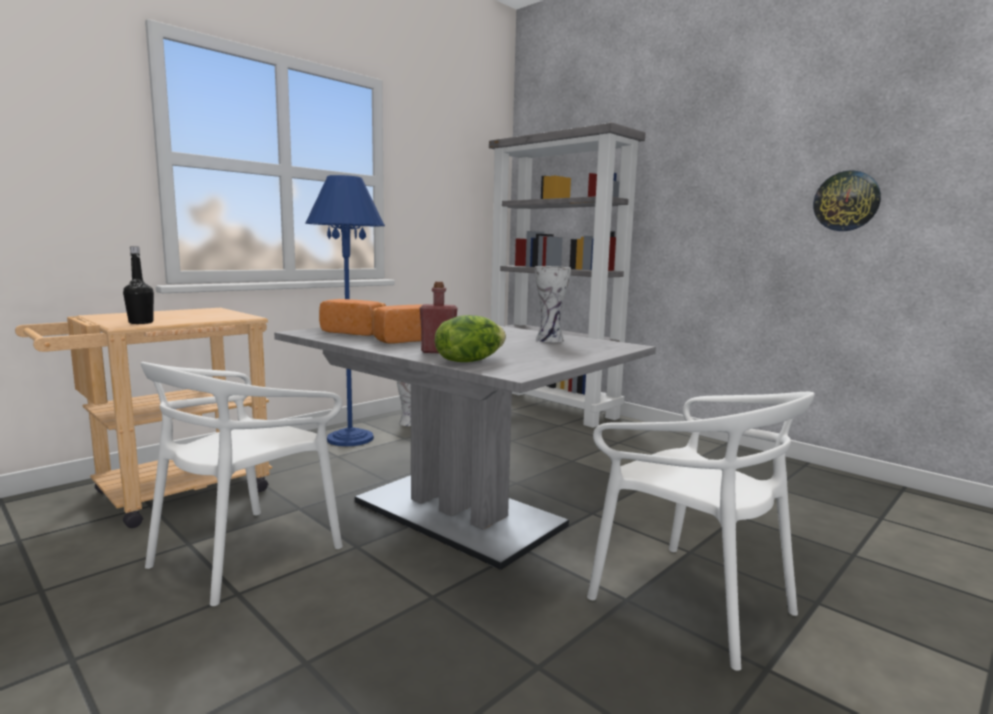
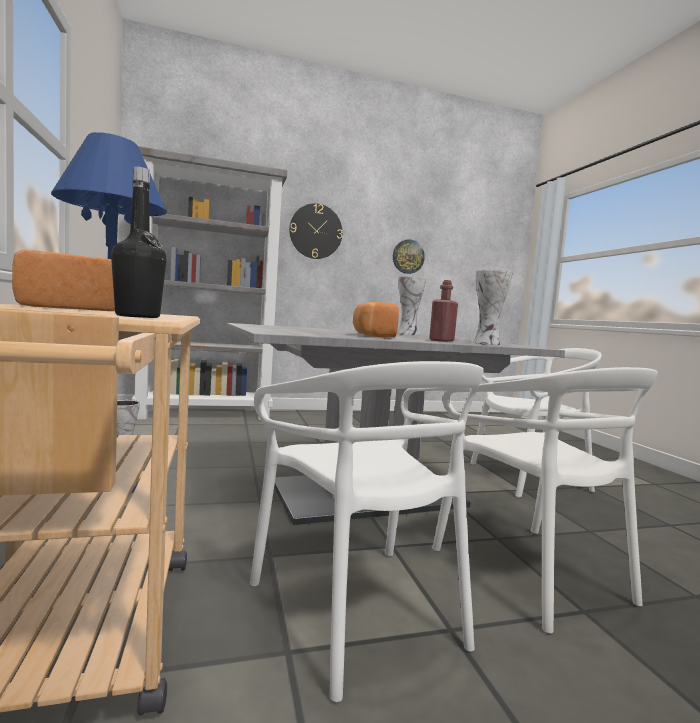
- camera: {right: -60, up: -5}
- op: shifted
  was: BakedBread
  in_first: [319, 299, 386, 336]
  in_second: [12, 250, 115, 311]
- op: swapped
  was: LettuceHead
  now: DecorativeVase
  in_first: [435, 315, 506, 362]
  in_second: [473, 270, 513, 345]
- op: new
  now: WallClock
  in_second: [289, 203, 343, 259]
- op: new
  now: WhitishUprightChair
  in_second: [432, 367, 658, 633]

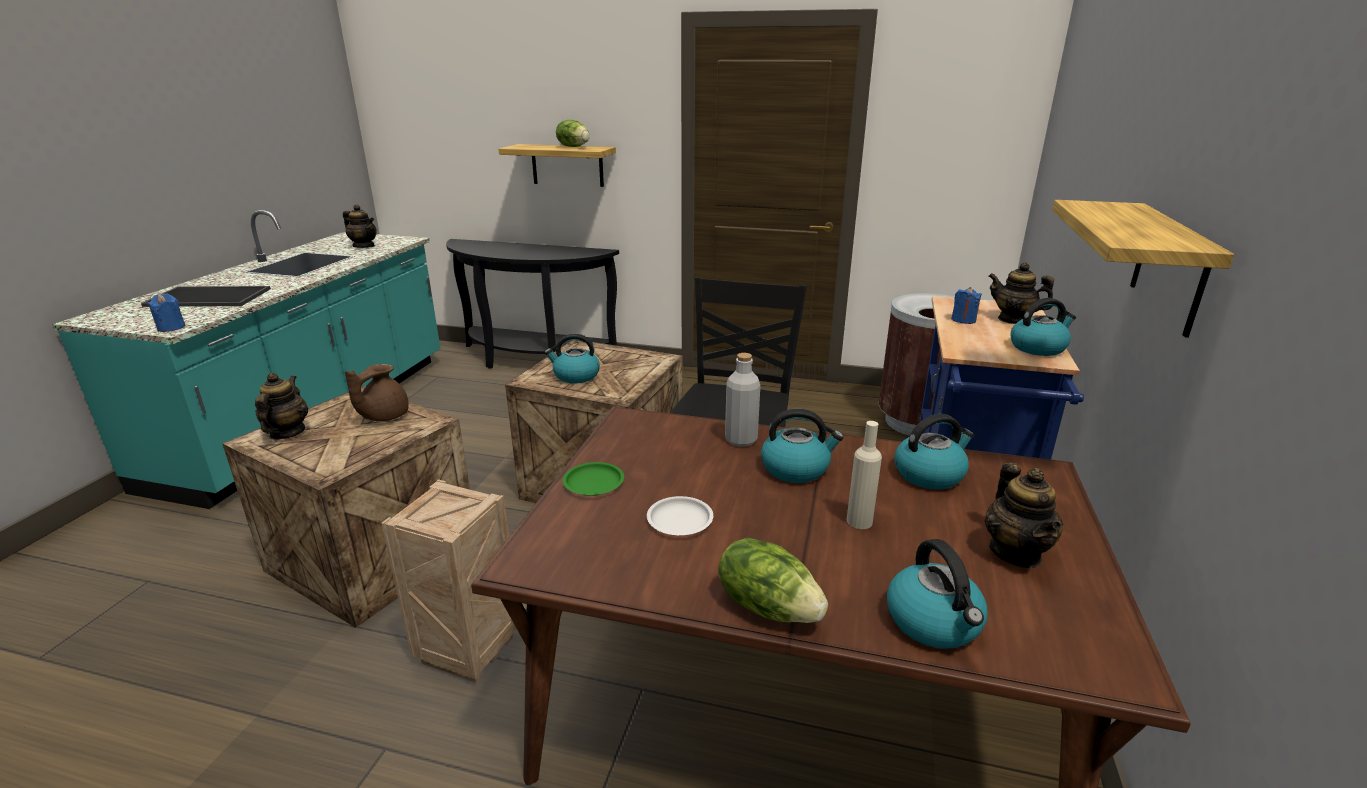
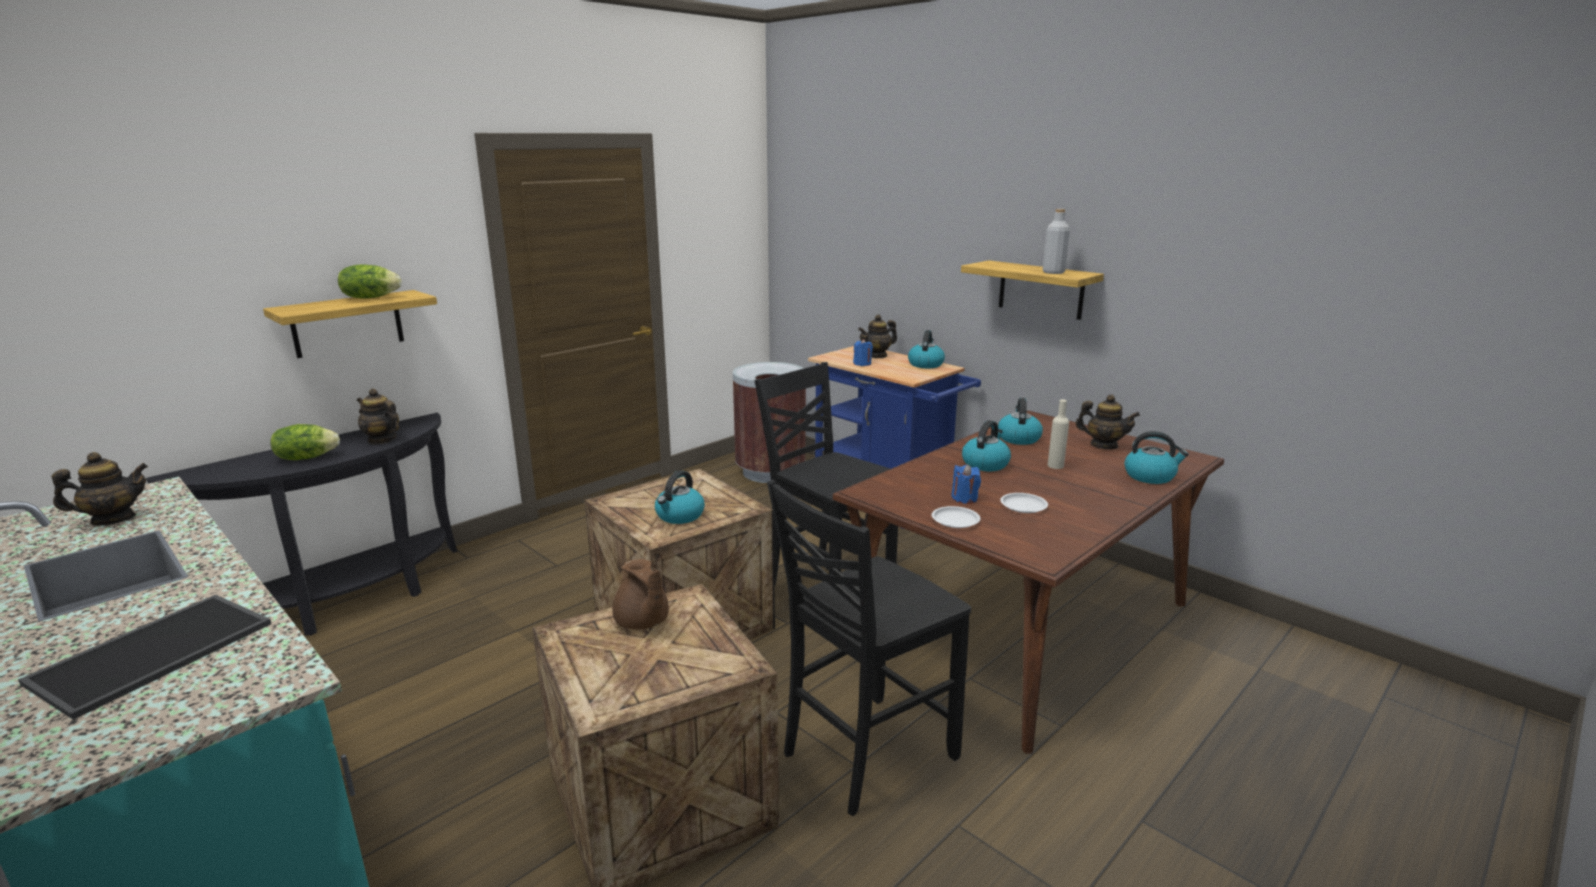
- camera: {right: -60, up: -5}
- op: shifted
  was: BluishWaxCandle
  in_first: [147, 294, 186, 332]
  in_second: [952, 464, 981, 504]
- op: shifted
  was: GrayBottle
  in_first: [725, 353, 760, 447]
  in_second: [1043, 209, 1070, 274]
- op: shifted
  was: PotForTea
  in_first: [255, 372, 308, 440]
  in_second: [357, 388, 399, 444]
- op: repainted
  was: GreenColouredFlatDish
  now: WhitishFlatDish
  in_first: [563, 462, 624, 496]
  in_second: [932, 506, 980, 528]
- op: swapped
  was: ShippingCrate
  now: BlackishUprightChair
  in_first: [381, 479, 517, 682]
  in_second: [767, 480, 971, 816]
- op: shifted
  was: LettuceHead
  in_first: [718, 537, 828, 623]
  in_second: [270, 424, 340, 460]

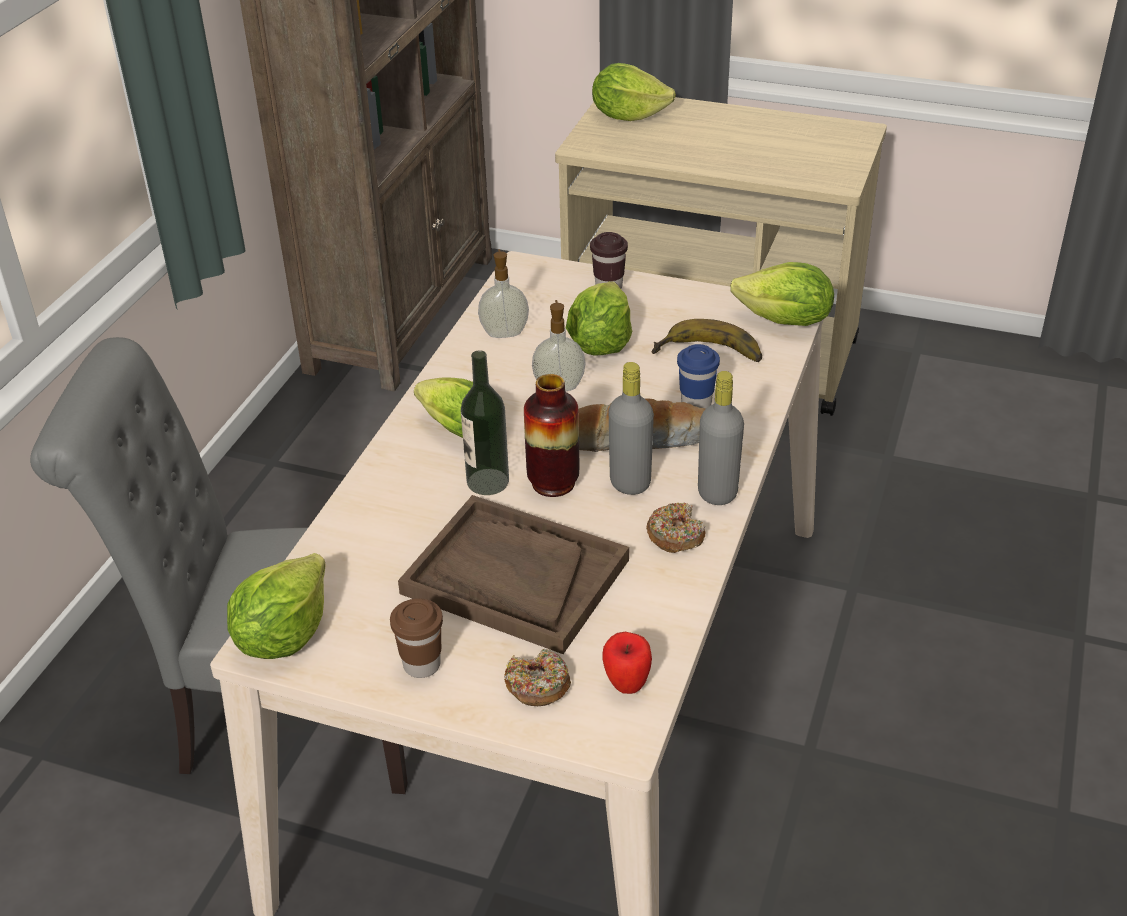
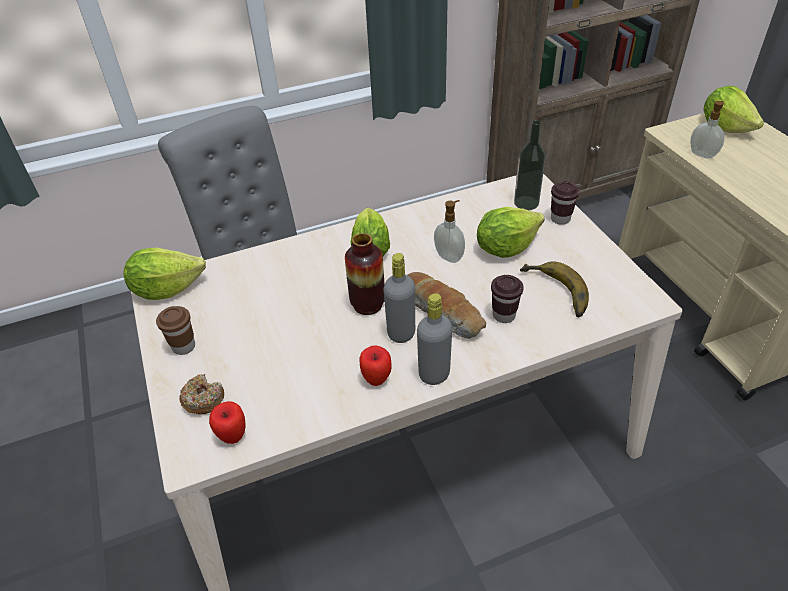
- camera: {right: 50, up: 5}
- op: shifted
  was: LiquidSoapBottle
  in_first: [478, 249, 529, 338]
  in_second: [690, 101, 725, 159]
- op: gone
  was: LettuceHead
  in_first: [730, 262, 834, 326]
- op: repainted
  was: BluishSmallCup
  now: BrownColouredSmallCup
  in_first: [677, 344, 720, 408]
  in_second: [491, 275, 524, 323]
- op: shifted
  was: Bottle
  in_first: [461, 350, 509, 495]
  in_second: [514, 120, 545, 210]
- op: gone
  was: BrownColouredCarryingTray
  in_first: [398, 495, 629, 654]
- op: swapped
  was: RingDoughnut
  now: Apple
  in_first: [646, 503, 705, 553]
  in_second: [359, 345, 392, 386]

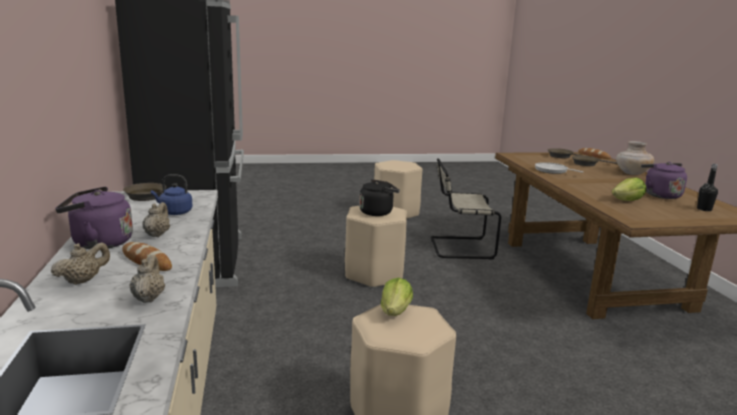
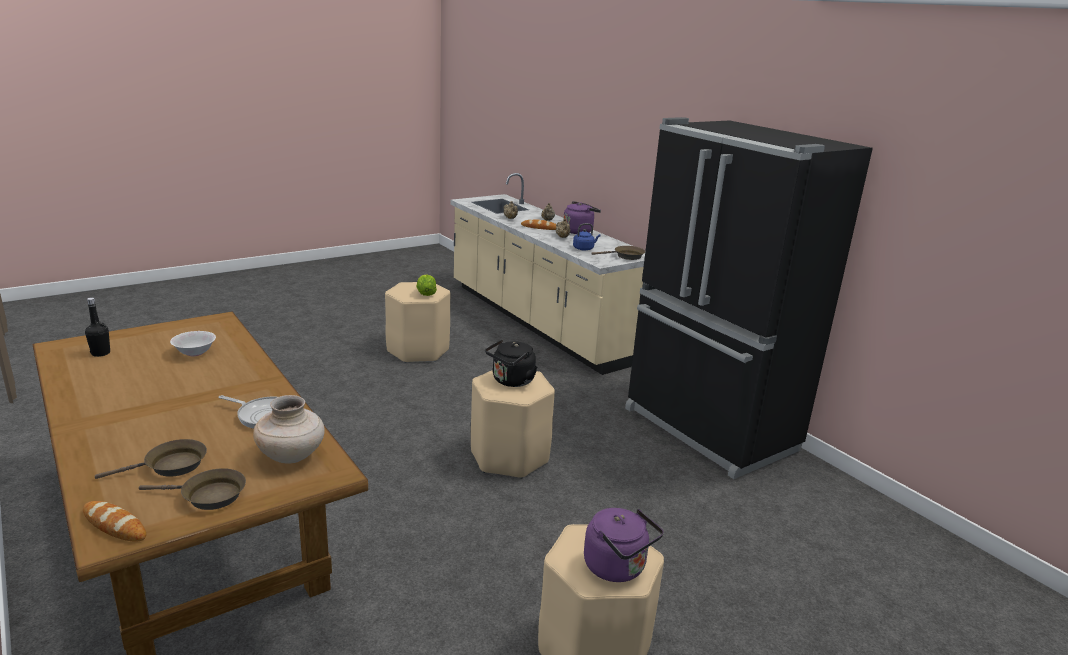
- camera: {right: 155, up: 5}
- op: shifted
  was: BeigeDecorativeVase
  in_first: [616, 141, 654, 175]
  in_second: [253, 395, 325, 464]
- op: gone
  was: BeigeUprightChair
  in_first: [431, 158, 501, 259]
- op: shifted
  was: PurpleWaterKettle
  in_first: [641, 162, 687, 199]
  in_second: [584, 508, 664, 582]
- op: swapped
  was: LettuceHead
  now: WhitishDeepDish
  in_first: [612, 178, 646, 201]
  in_second: [170, 331, 216, 356]

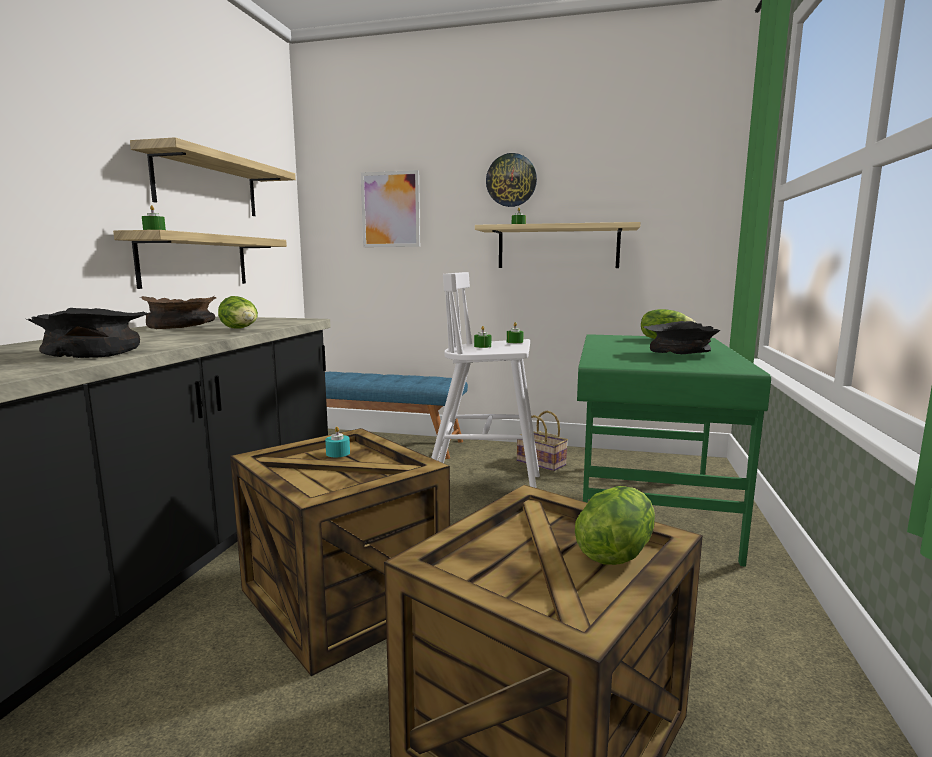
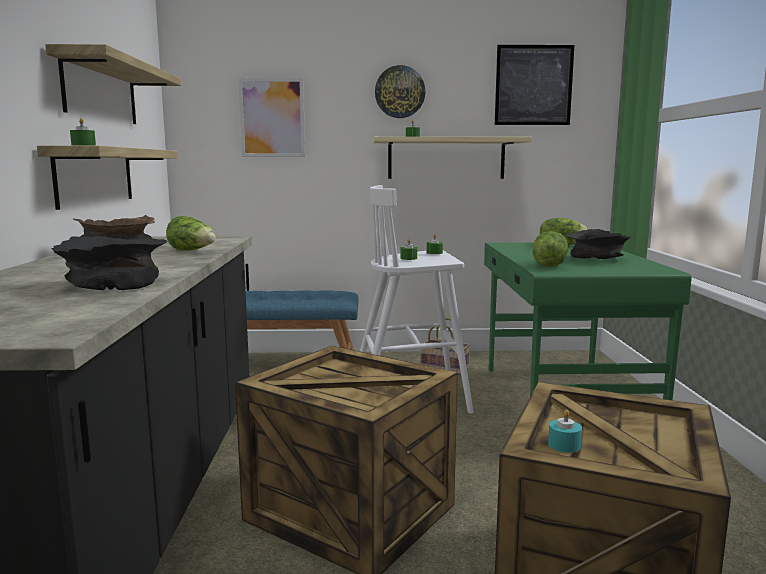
- camera: {right: -15, up: 0}
- op: shifted
  was: TurquoiseWaxCandle
  in_first: [325, 426, 350, 457]
  in_second: [548, 410, 582, 453]
- op: shifted
  was: LettuceHead
  in_first: [575, 486, 655, 565]
  in_second: [533, 231, 568, 267]
- op: new
  now: WallArt
  in_second: [495, 45, 574, 125]

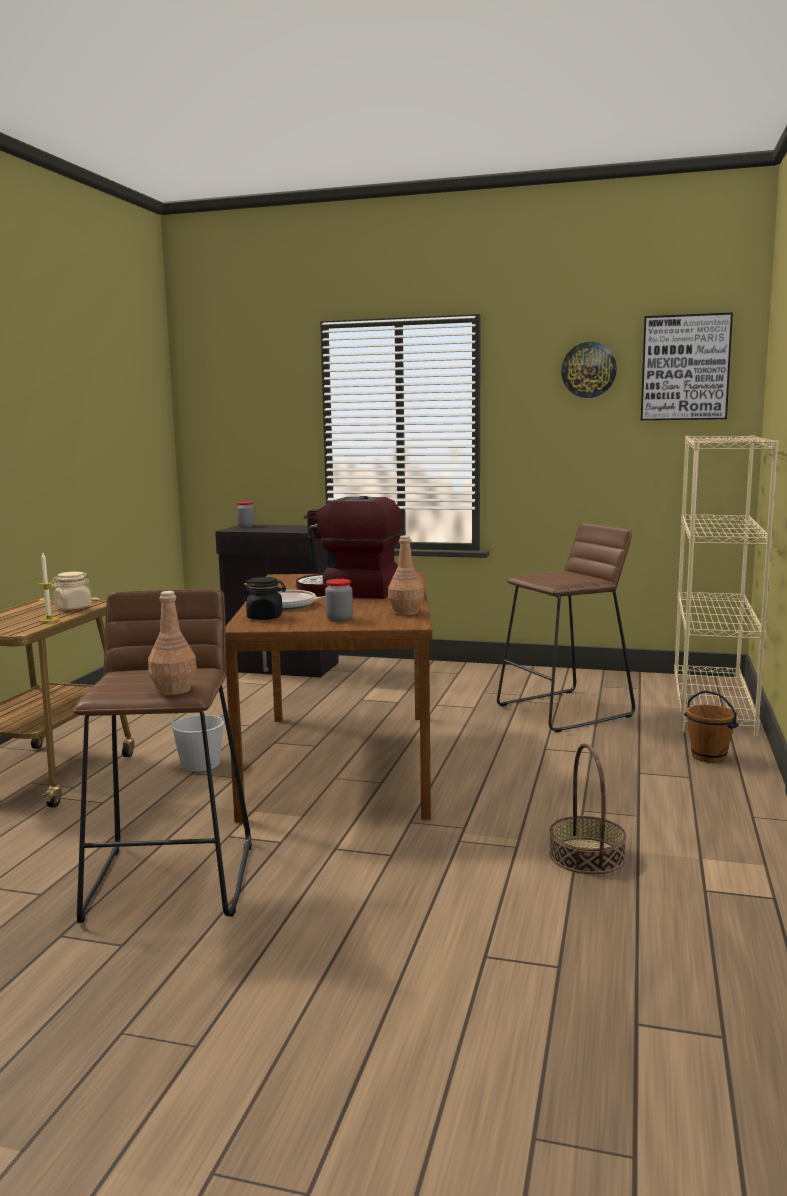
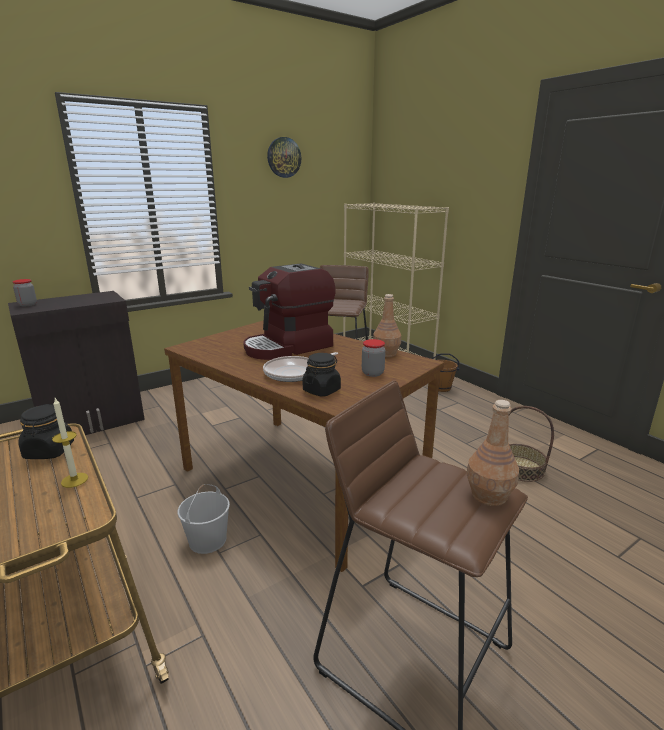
- camera: {right: -50, up: 10}
- op: gone
  was: WallArt
  in_first: [641, 312, 733, 420]
- op: repainted
  was: BeigePreserveJar
  now: BlackishPreserveJar
  in_first: [51, 572, 92, 610]
  in_second: [18, 404, 74, 459]

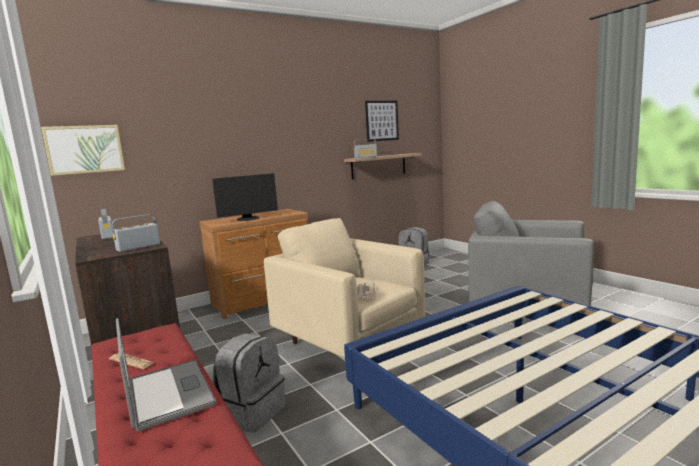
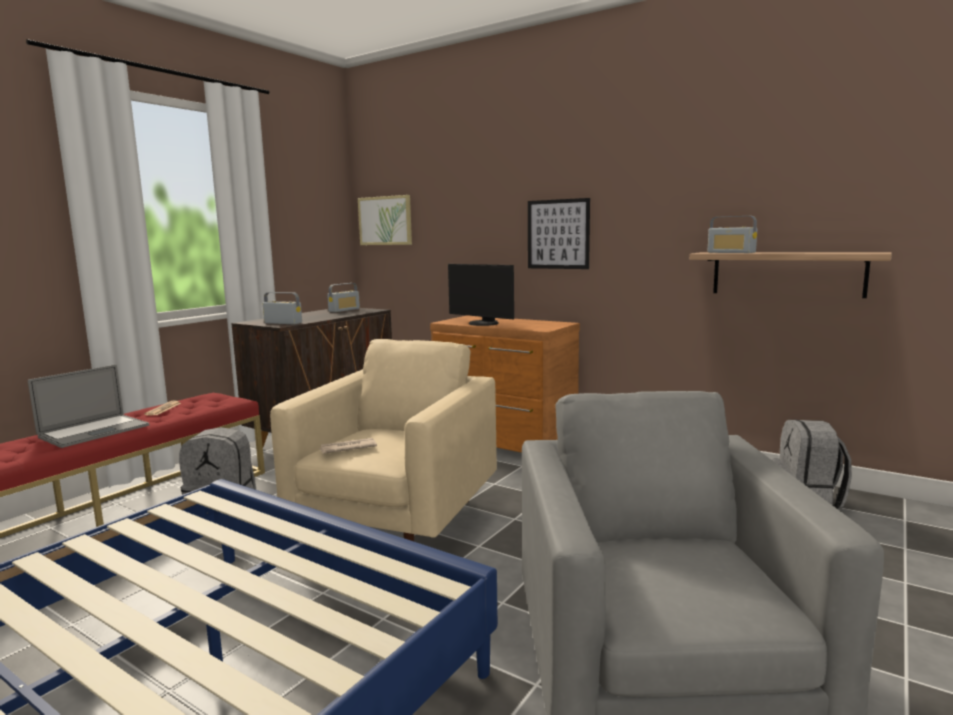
- camera: {right: 65, up: 0}
- op: shifted
  was: WallArt
  in_first: [365, 101, 399, 142]
  in_second: [528, 198, 590, 269]

